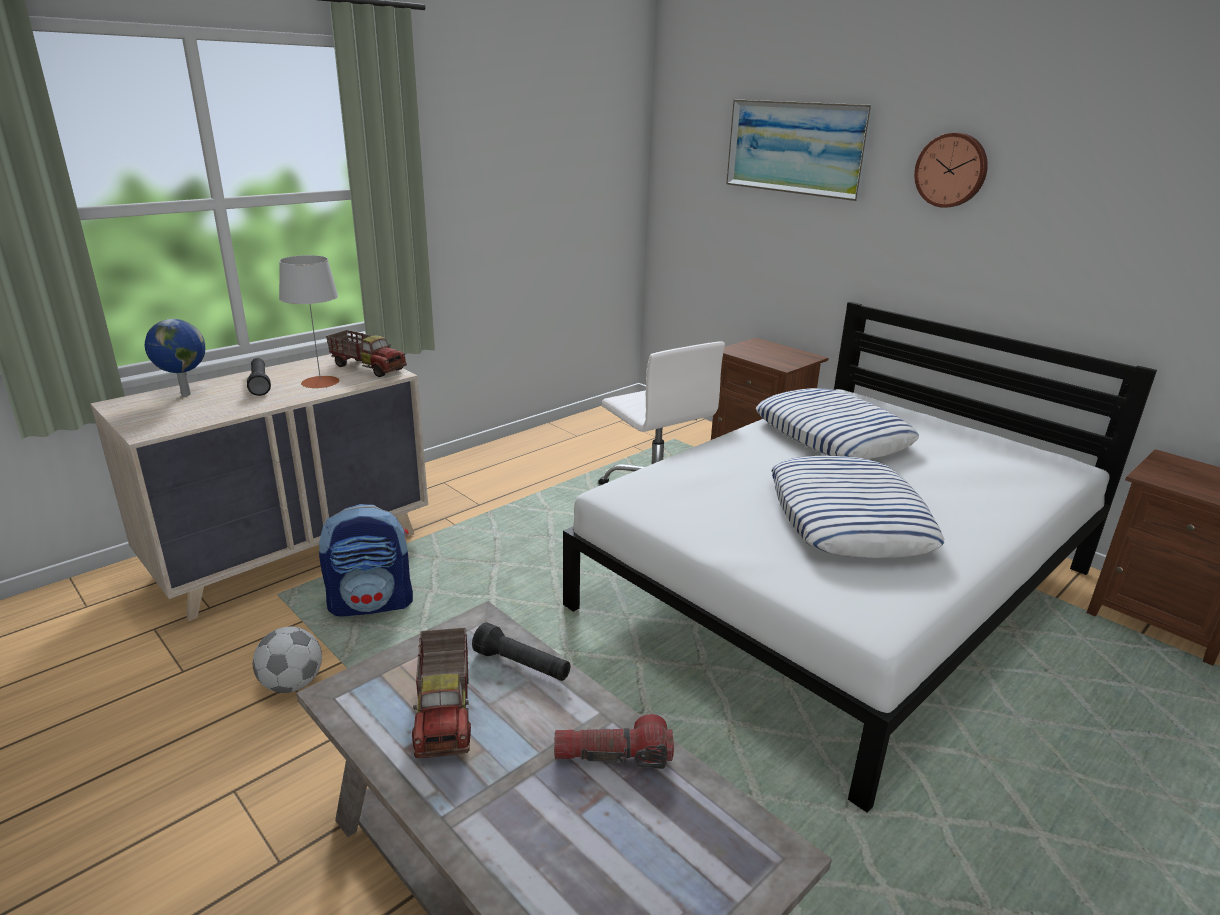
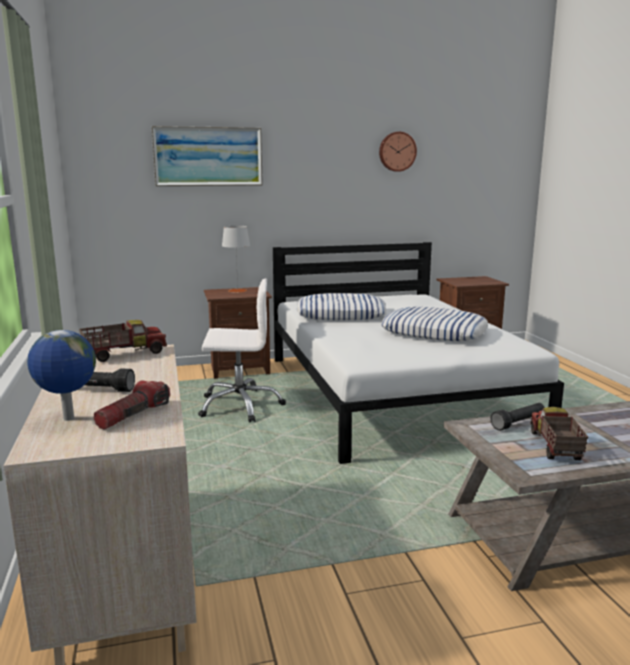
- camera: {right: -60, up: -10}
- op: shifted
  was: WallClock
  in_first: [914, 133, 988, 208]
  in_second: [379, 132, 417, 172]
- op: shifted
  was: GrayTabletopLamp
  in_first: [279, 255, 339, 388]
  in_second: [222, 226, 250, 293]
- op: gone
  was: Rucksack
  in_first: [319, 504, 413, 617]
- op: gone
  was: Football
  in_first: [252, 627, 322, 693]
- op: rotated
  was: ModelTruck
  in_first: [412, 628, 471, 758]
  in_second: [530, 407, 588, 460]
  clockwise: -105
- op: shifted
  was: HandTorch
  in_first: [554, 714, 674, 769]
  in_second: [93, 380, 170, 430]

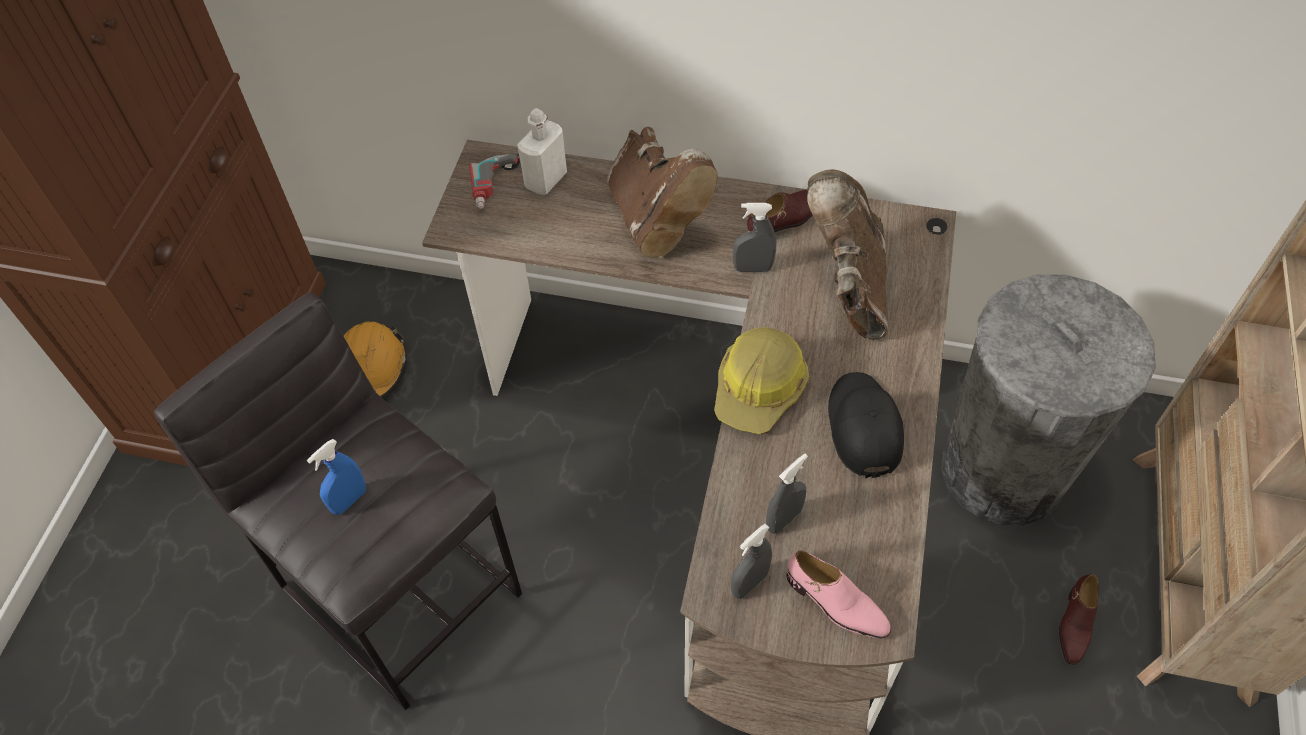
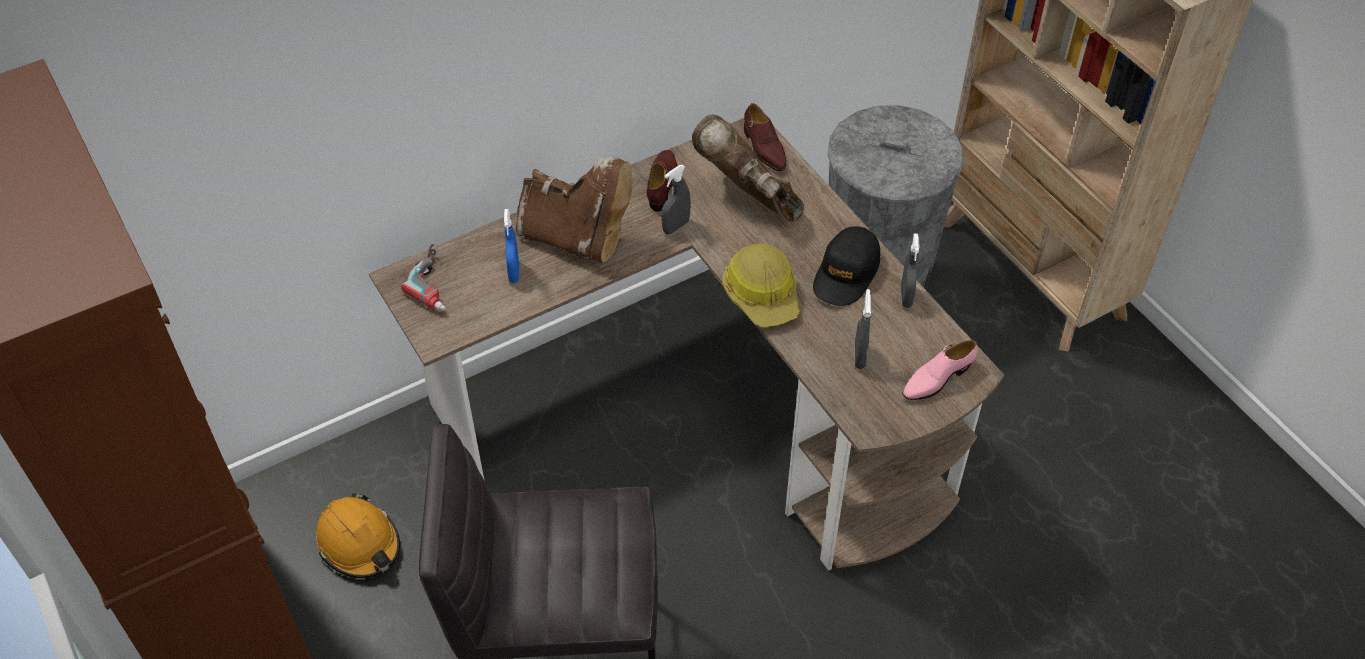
- camera: {right: -45, up: -5}
- op: gone
  was: WhitishBottle
  in_first: [517, 108, 567, 195]
- op: rotated
  was: BlackishCap
  in_first: [828, 372, 904, 478]
  in_second: [813, 226, 880, 306]
  clockwise: -105
- op: shifted
  was: BluishSprayBottle
  in_first: [307, 439, 366, 515]
  in_second: [504, 209, 519, 283]
- op: shifted
  was: GraySprayBottle
  in_first: [731, 524, 772, 599]
  in_second: [901, 234, 920, 308]
- op: rotated
  was: PinkColouredLowShoe
  in_first: [786, 551, 891, 639]
  in_second: [902, 340, 977, 400]
  clockwise: 150
- op: shifted
  was: BrownColouredLowShoe
  in_first: [1059, 574, 1099, 665]
  in_second: [744, 103, 786, 171]

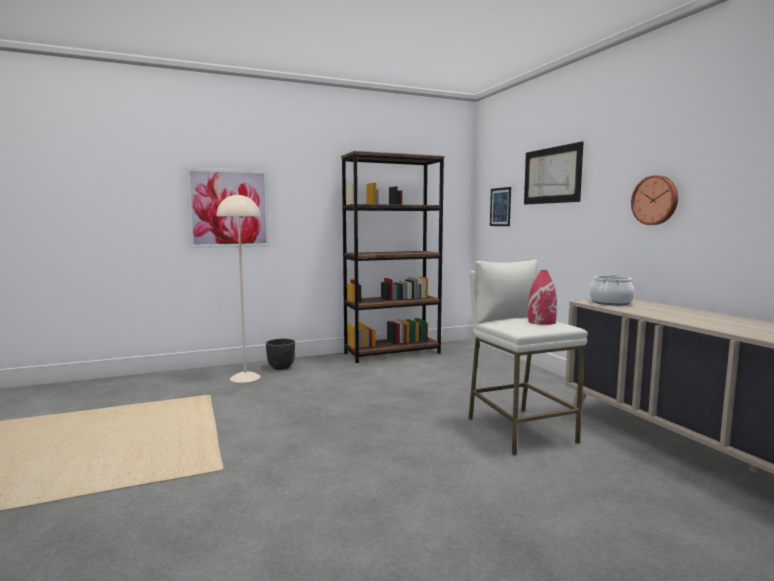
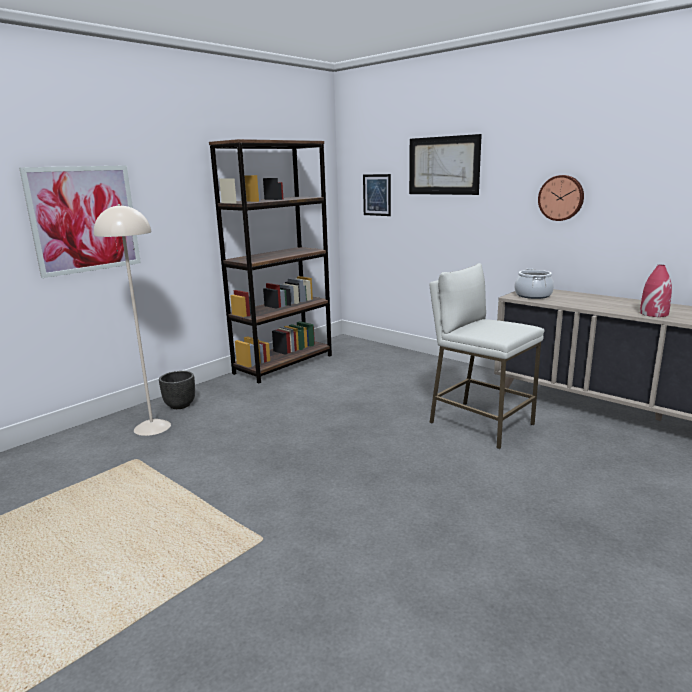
- camera: {right: -25, up: 10}
- op: shifted
  was: RedDecorativeVase
  in_first: [528, 270, 557, 325]
  in_second: [640, 265, 672, 317]

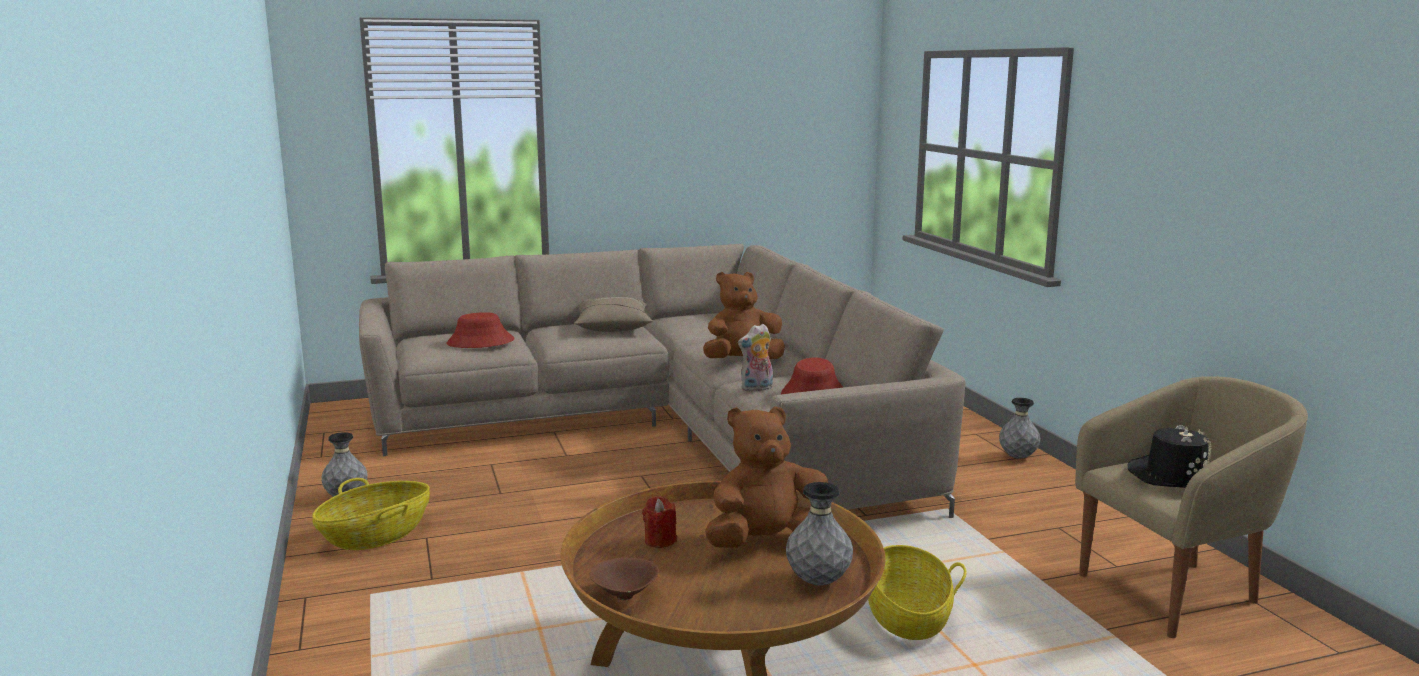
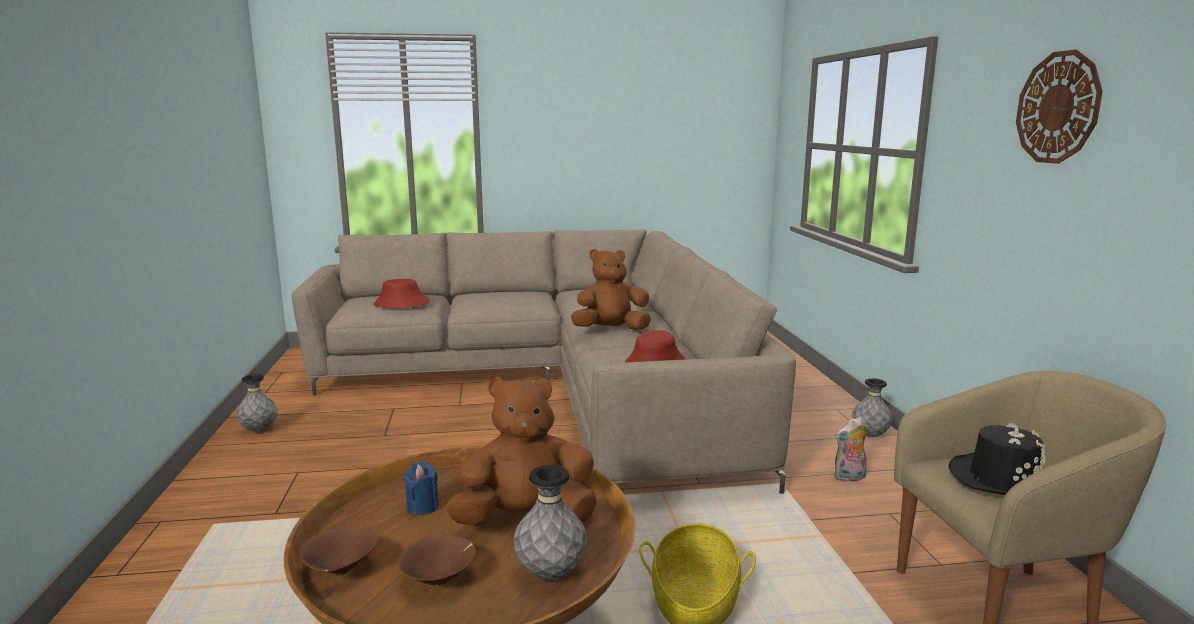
- camera: {right: 10, up: 0}
- op: gone
  was: BeigePillow
  in_first: [574, 297, 653, 332]
- op: shifted
  was: PlushToy
  in_first: [738, 324, 773, 392]
  in_second: [834, 417, 867, 482]
- op: gone
  was: HouseholdBasket
  in_first: [312, 478, 430, 550]
- op: repainted
  was: RedWaxCandle
  now: BluishWaxCandle
  in_first: [642, 496, 677, 548]
  in_second: [403, 461, 439, 515]
- op: new
  now: WallClock
  in_second: [1016, 50, 1103, 164]
- op: new
  now: BrownColouredDeepDish
  in_second: [398, 535, 476, 586]

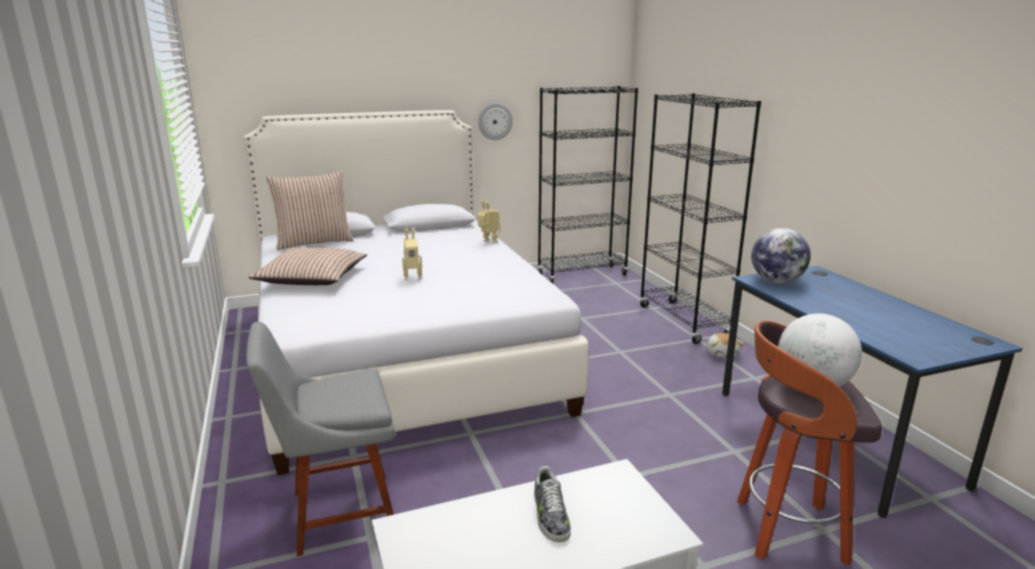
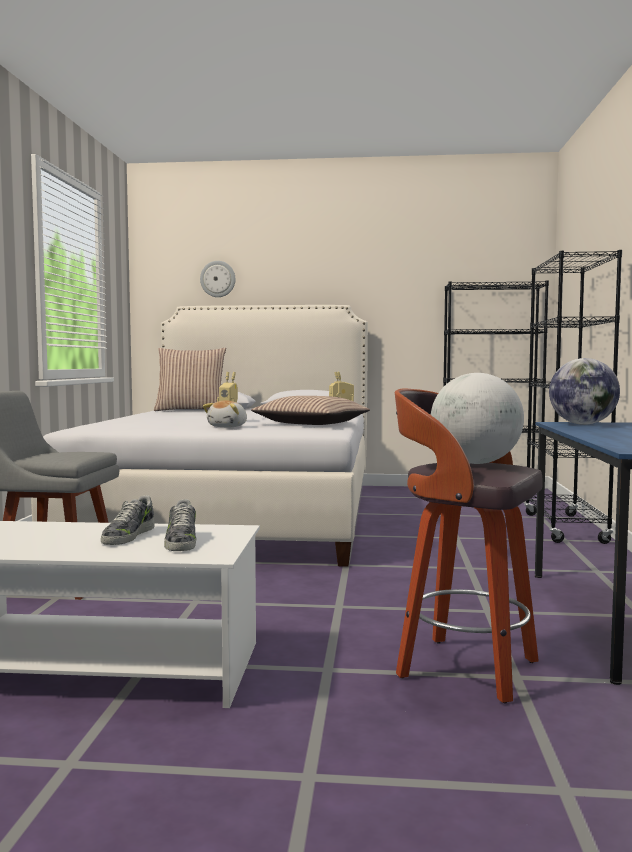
- camera: {right: 25, up: -15}
- op: shifted
  was: WallClock
  in_first: [478, 103, 513, 140]
  in_second: [200, 261, 235, 297]
- op: shifted
  was: Pillow
  in_first: [248, 247, 367, 285]
  in_second: [251, 396, 370, 425]
- op: shifted
  was: PlushToy
  in_first: [707, 333, 744, 358]
  in_second: [203, 400, 247, 427]
- op: new
  now: LowShoe
  in_second: [164, 499, 196, 551]

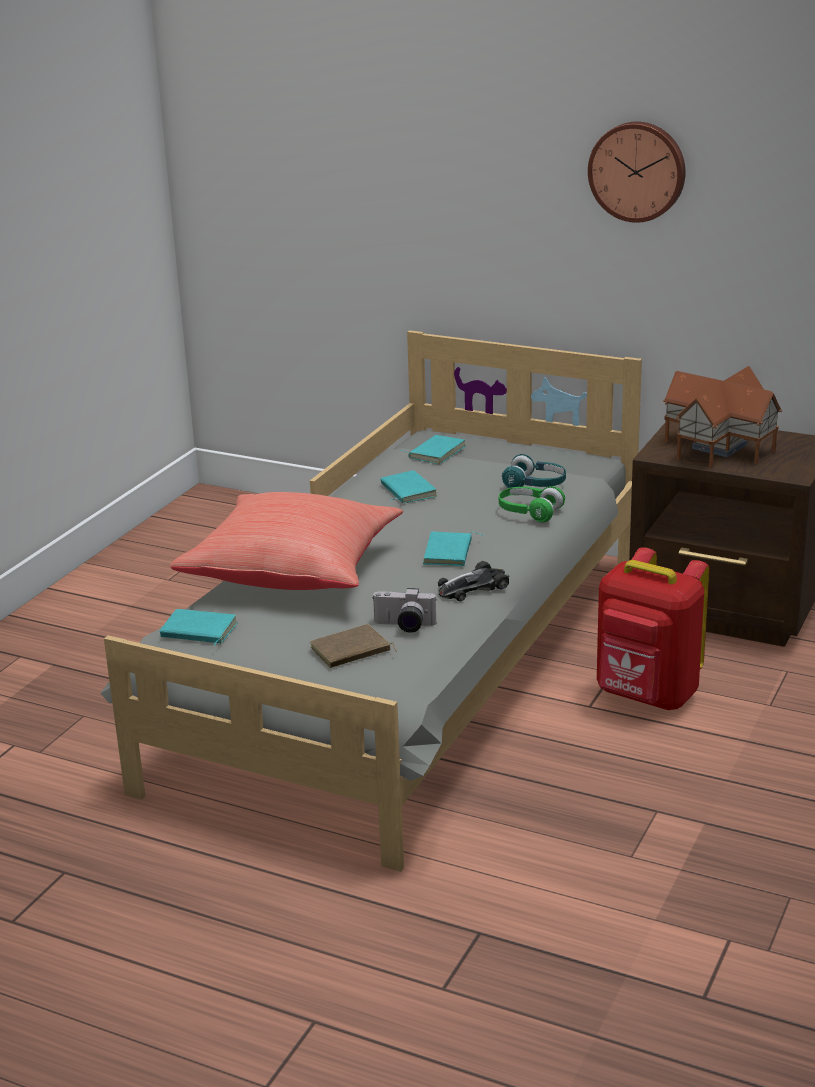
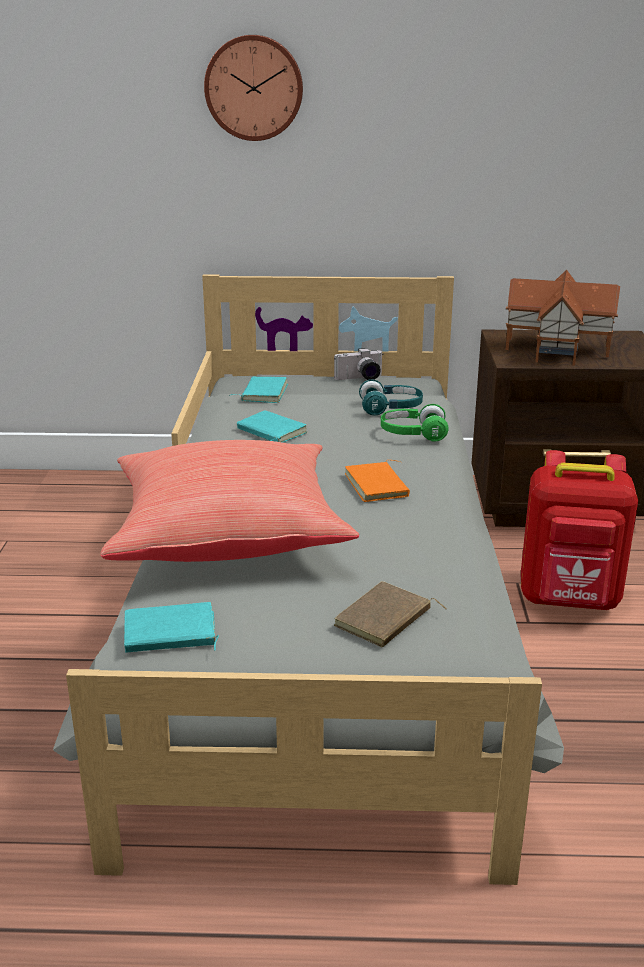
- camera: {right: -25, up: 0}
- op: shifted
  was: WallClock
  in_first: [588, 121, 686, 223]
  in_second: [204, 35, 303, 141]
- op: repainted
  was: TurquoiseBoundBook
  now: OrangeBoundBook
  in_first: [423, 532, 485, 566]
  in_second: [345, 460, 410, 502]
- op: gone
  was: ModelCar
  in_first: [438, 561, 509, 602]
- op: shifted
  was: StillCamera
  in_first: [372, 588, 437, 633]
  in_second: [334, 348, 383, 380]

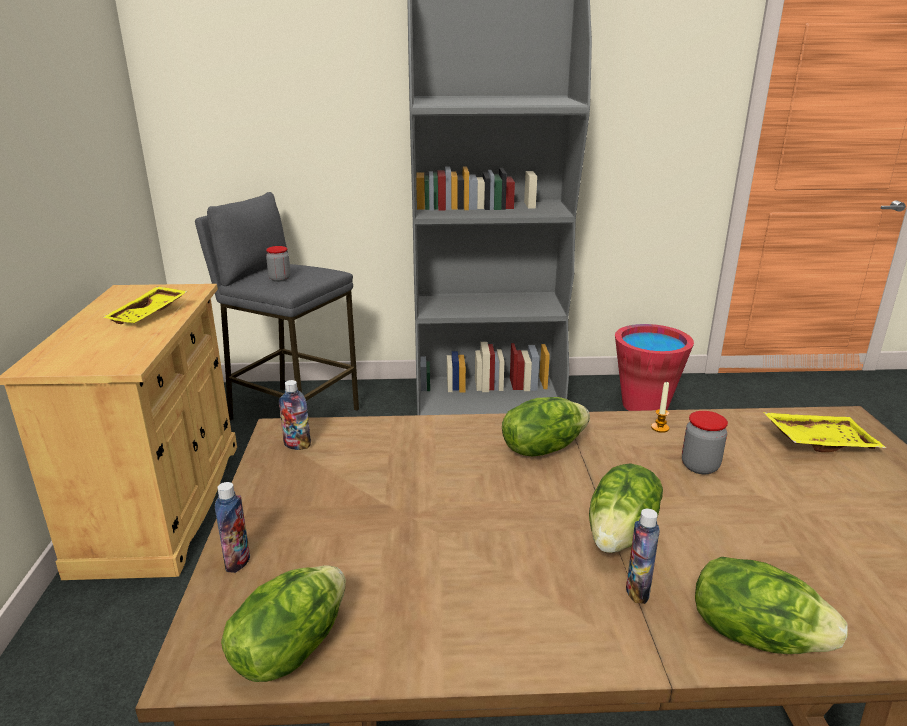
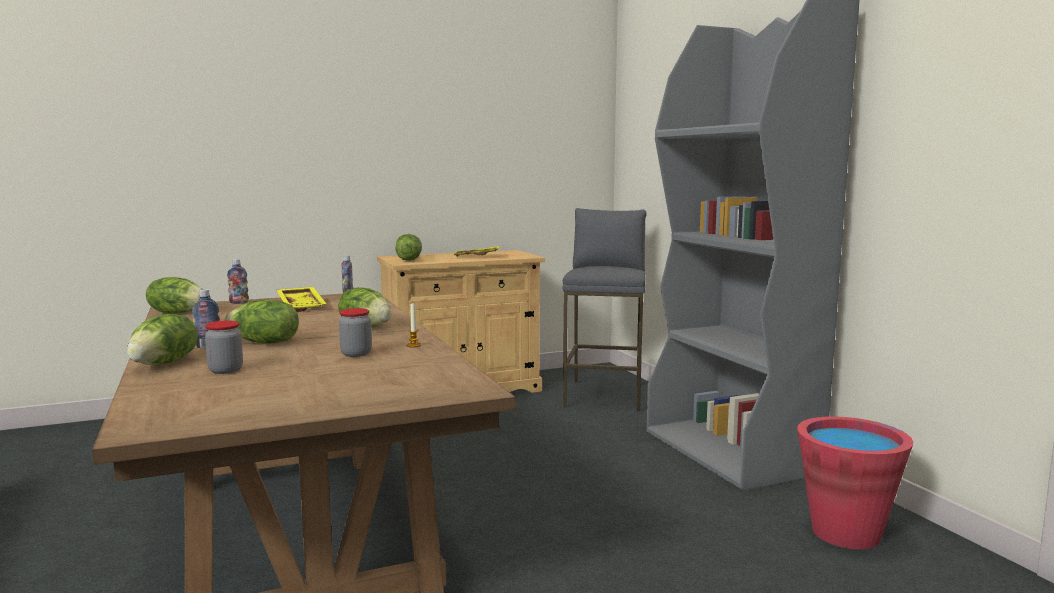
- camera: {right: 70, up: -15}
- op: shifted
  was: PreserveJar
  in_first: [266, 246, 291, 282]
  in_second: [205, 321, 243, 374]
- op: shifted
  was: YellowCarryingTray
  in_first: [763, 412, 886, 452]
  in_second: [277, 287, 327, 312]
- op: new
  now: LettuceHead
  in_second: [396, 234, 422, 261]

